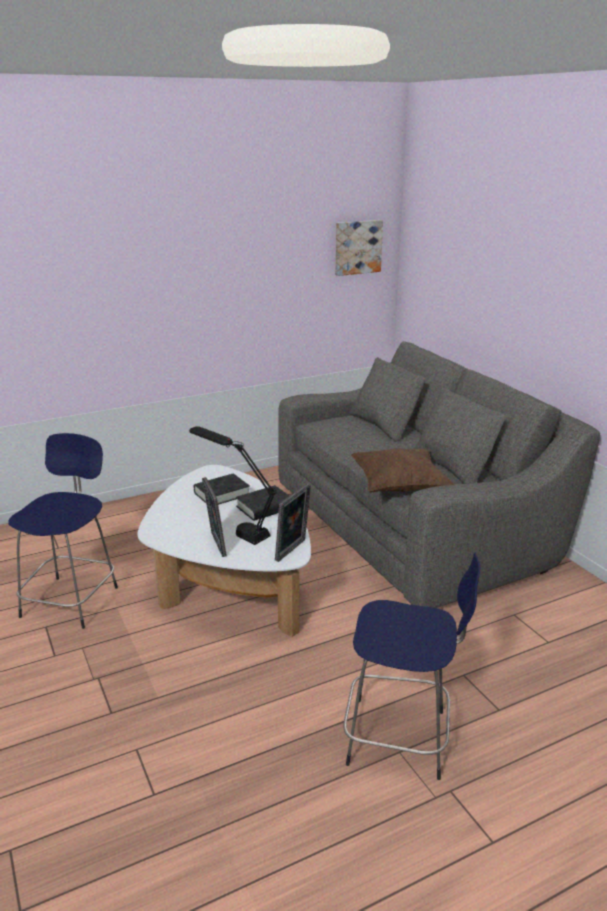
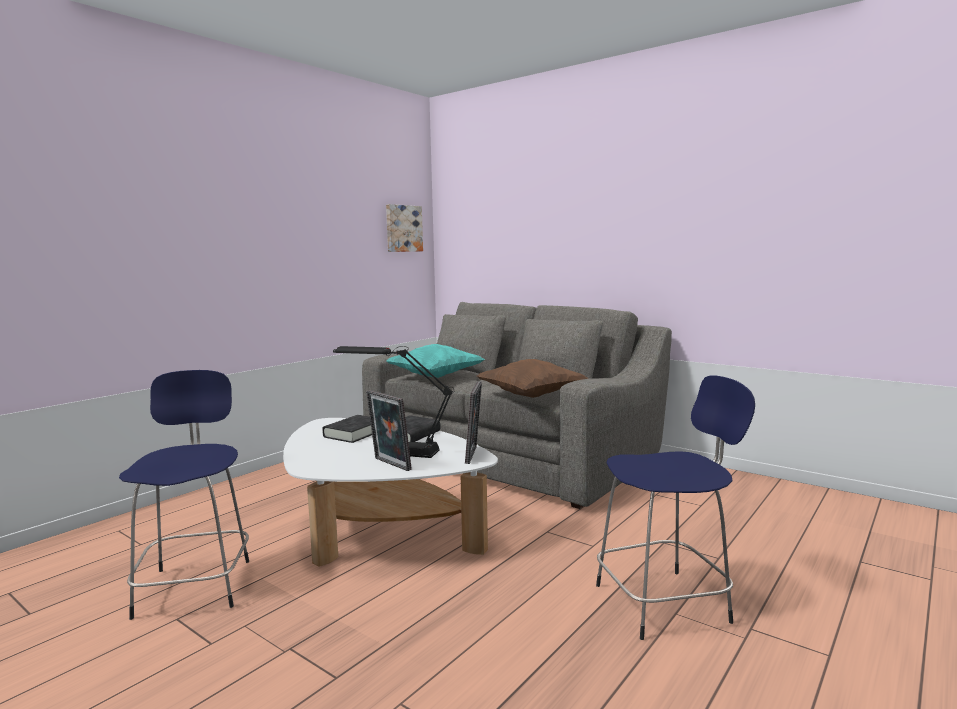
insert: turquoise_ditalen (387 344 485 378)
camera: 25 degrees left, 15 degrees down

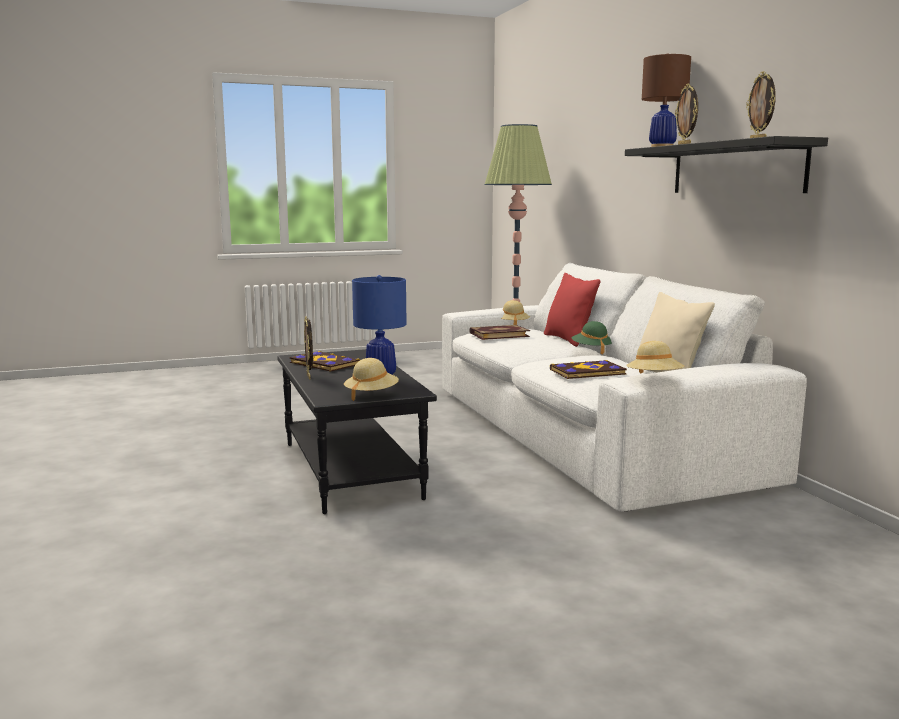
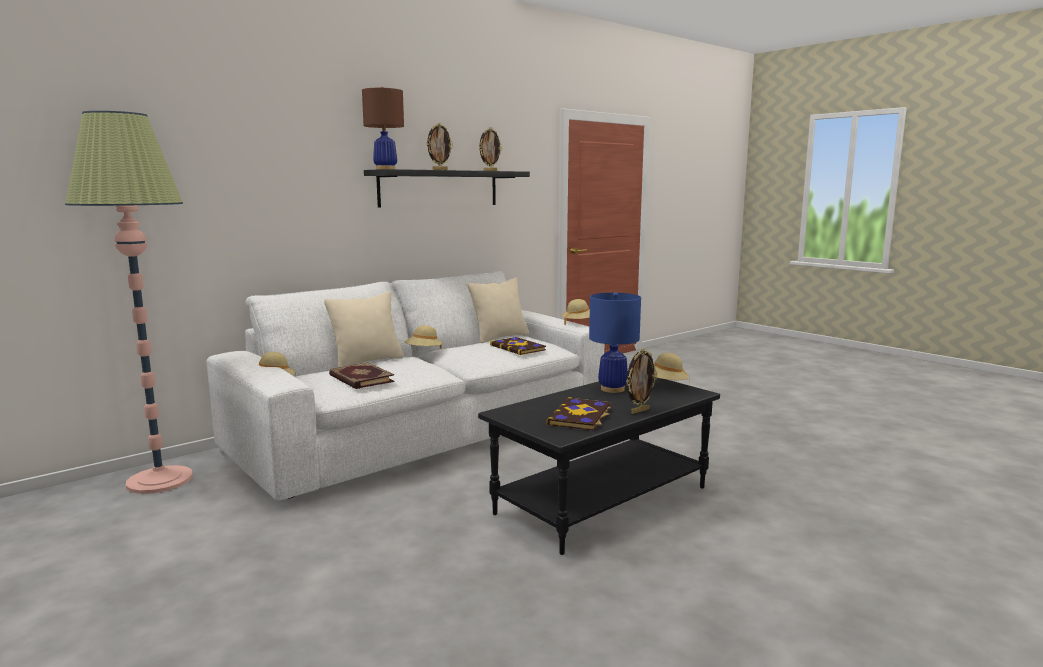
recolor: red_ditalen (544 273 601 347) to beige_ditalen (324 292 404 368); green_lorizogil (572 321 612 354) to beige_lorizogil (404 325 443 349)
camera: 110 degrees left, 0 degrees up

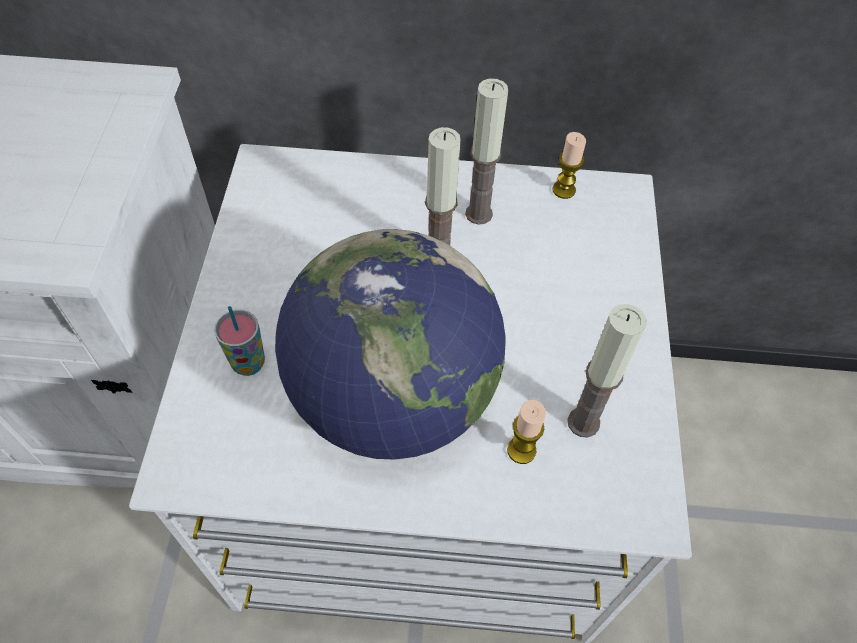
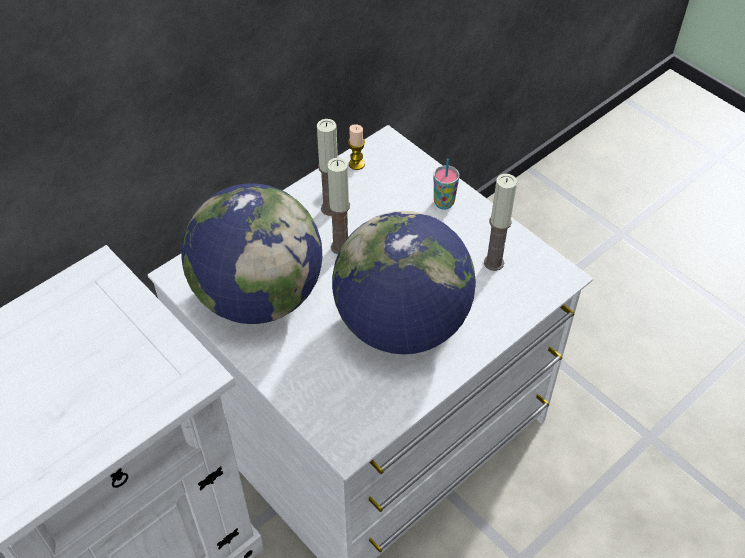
delete: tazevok (507 400 546 464)
insert: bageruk (181 184 322 324)
move: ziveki (214 306 265 376) to (434 159 459 210)
camera: 45 degrees left, 5 degrees down

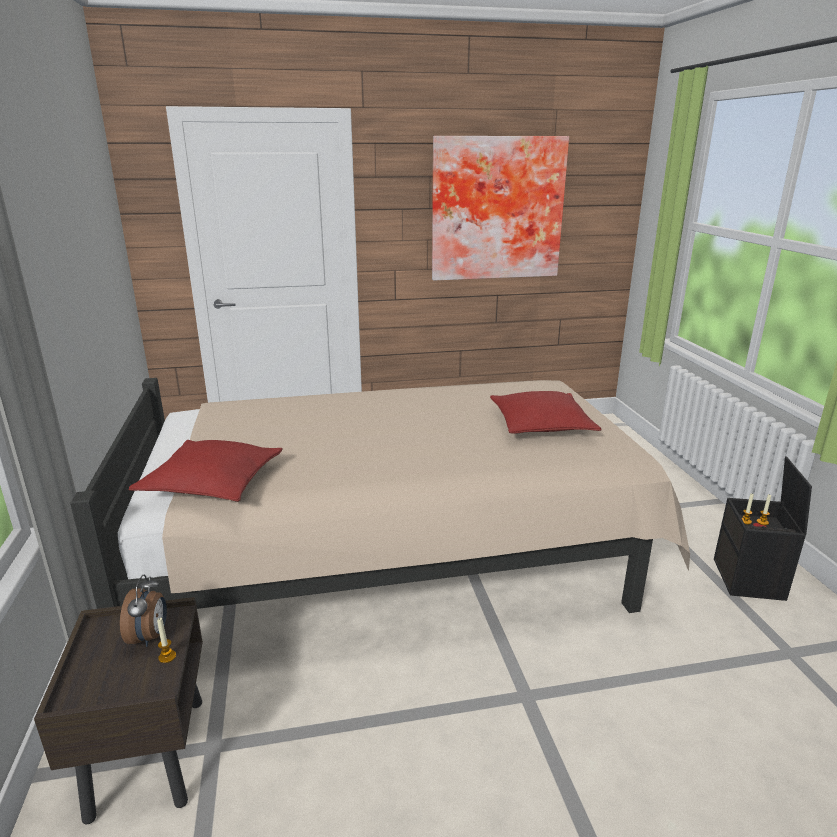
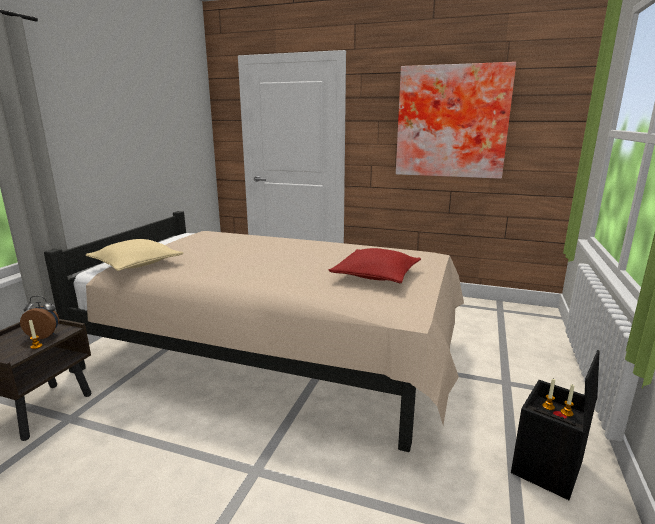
recolor: red_ditalen (129 440 283 502) to beige_ditalen (86 239 183 271)
rotate: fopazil (120 575 167 647) = (20 296 59 339) 120 degrees counterclockwise
camera: 30 degrees right, 5 degrees down

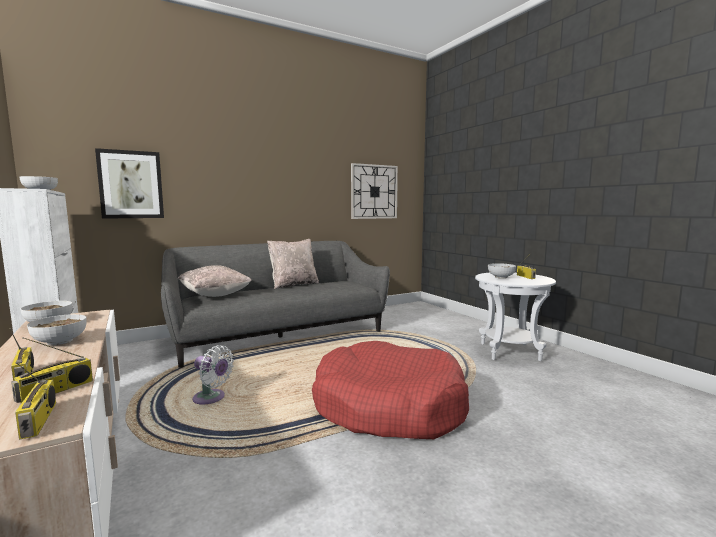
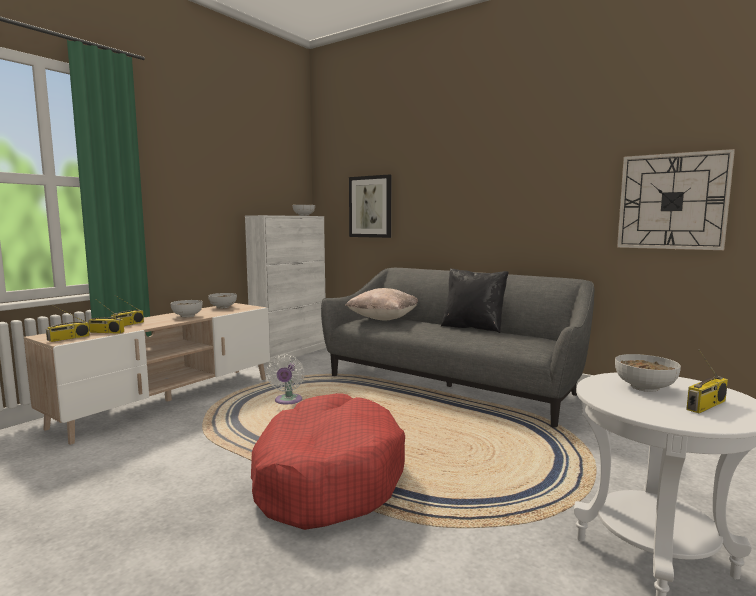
recolor: beige_ditalen (267 239 319 289) to black_ditalen (441 268 509 333)
camera: 65 degrees right, 0 degrees up

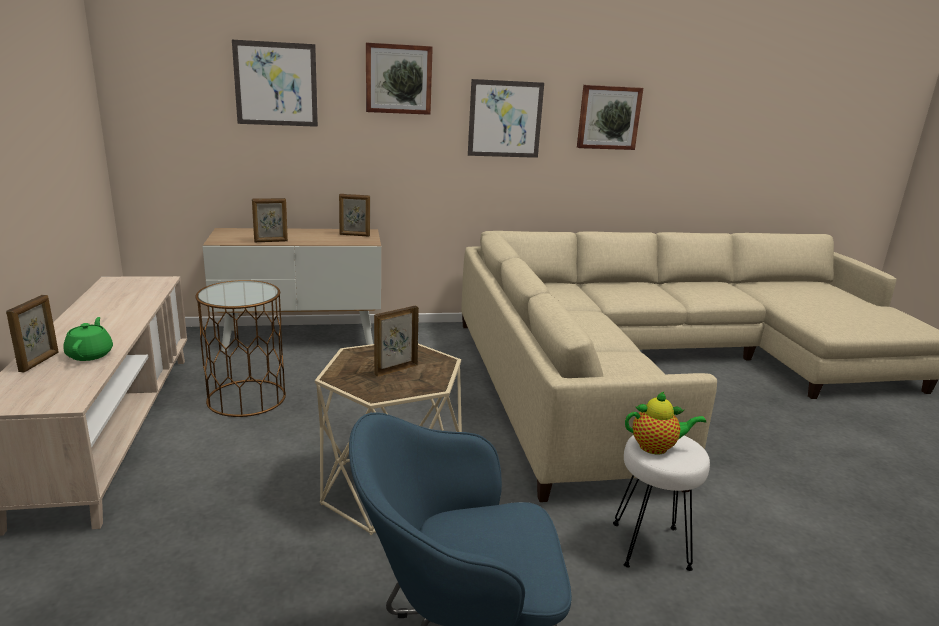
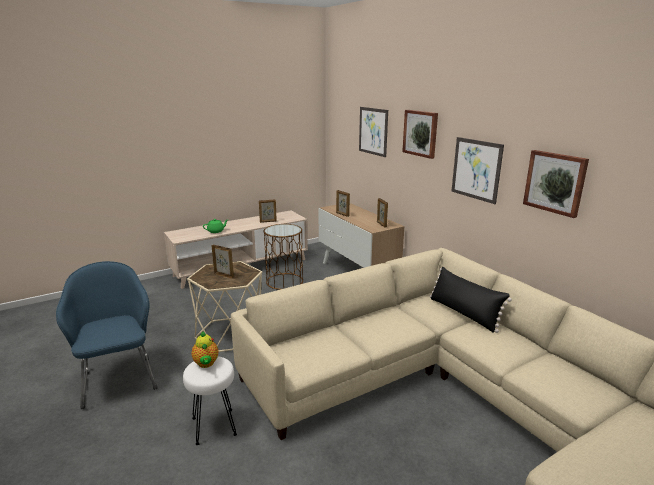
insert: black_ditalen (430 267 512 333)
move: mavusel (6 295 59 373) to (259 200 277 223)
camera: 70 degrees right, 0 degrees up

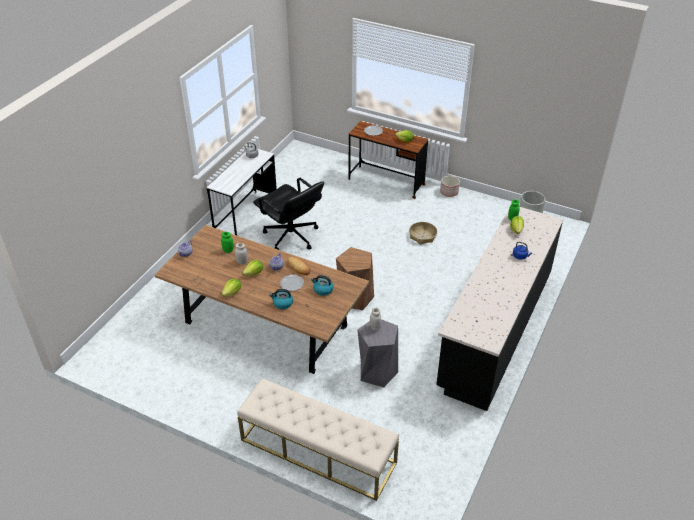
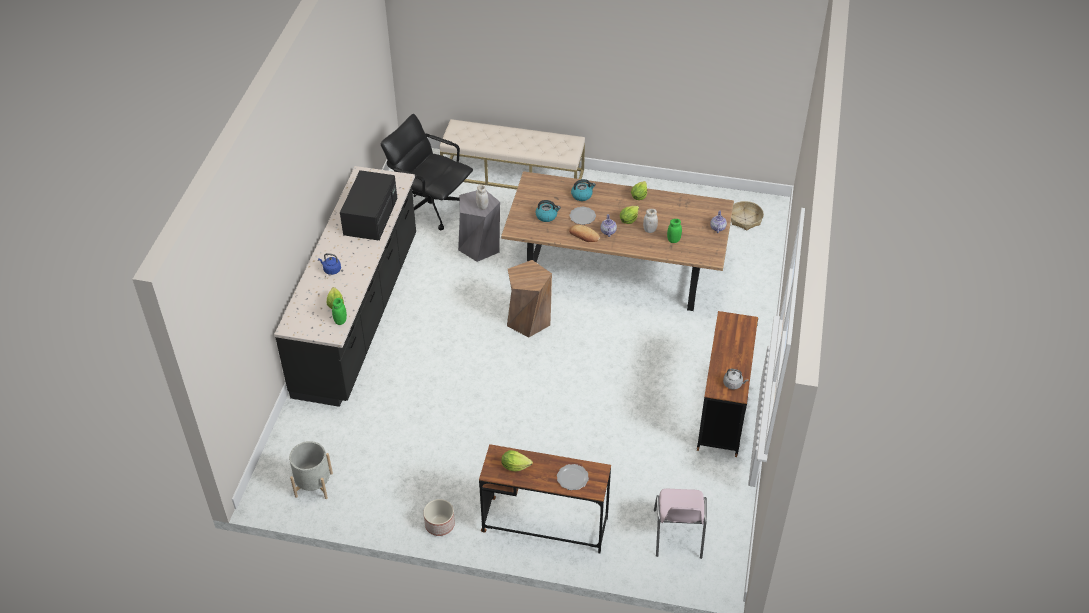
insert: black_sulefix (340 170 397 240); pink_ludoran (654 489 707 559)
move: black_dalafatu (253 178 324 250) to (380 114 473 231); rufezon (409 222 437 244) to (731 201 764 230)
recolor: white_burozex (207 149 277 235) to brown_burozex (697 311 758 457)
camera: 165 degrees right, 5 degrees up

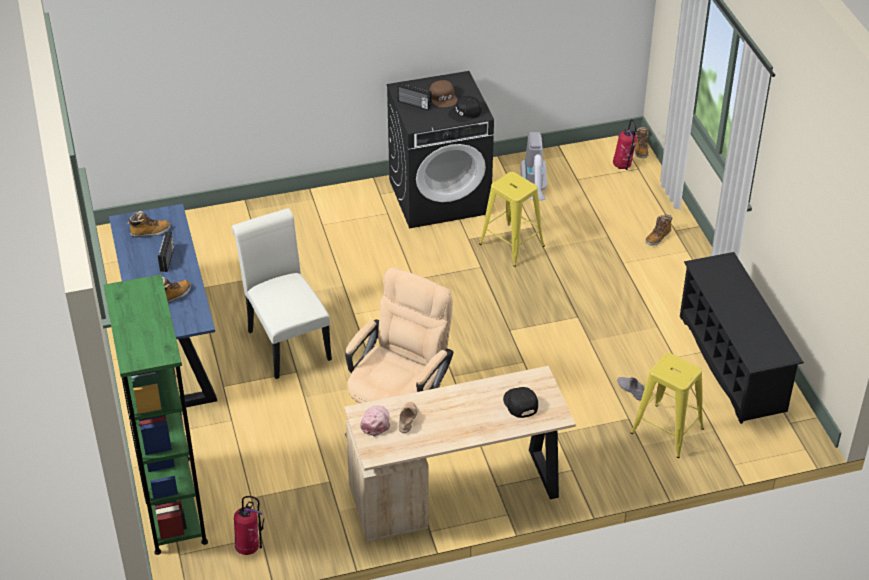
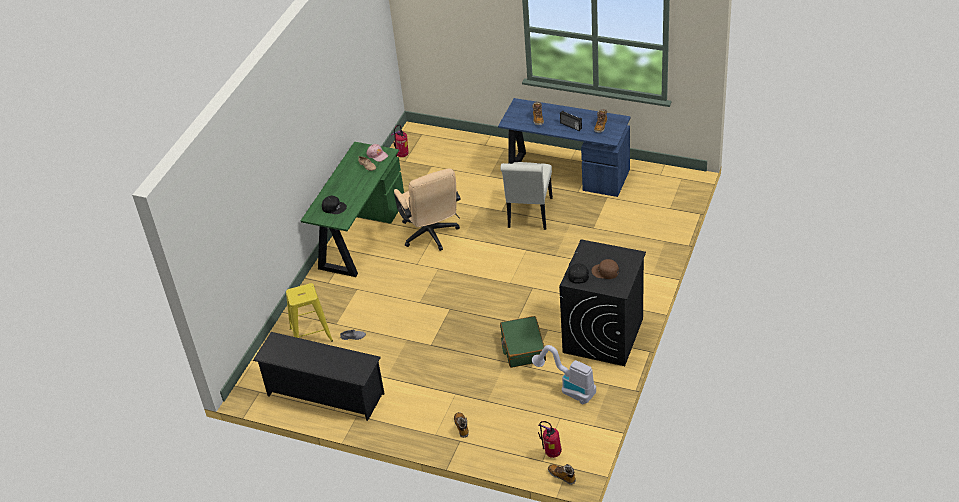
delete: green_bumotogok (104 274 208 555); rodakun (398 83 431 110)
replace: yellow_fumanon (479 172 545 267) to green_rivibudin (500 316 546 368)
recolor: beige_burozex (344 366 576 542) to green_burozex (300 142 404 277)
rotate: white_ludoran (232 208 332 379) = (500 162 553 230) 90 degrees clockwise
camera: 130 degrees right, 0 degrees up

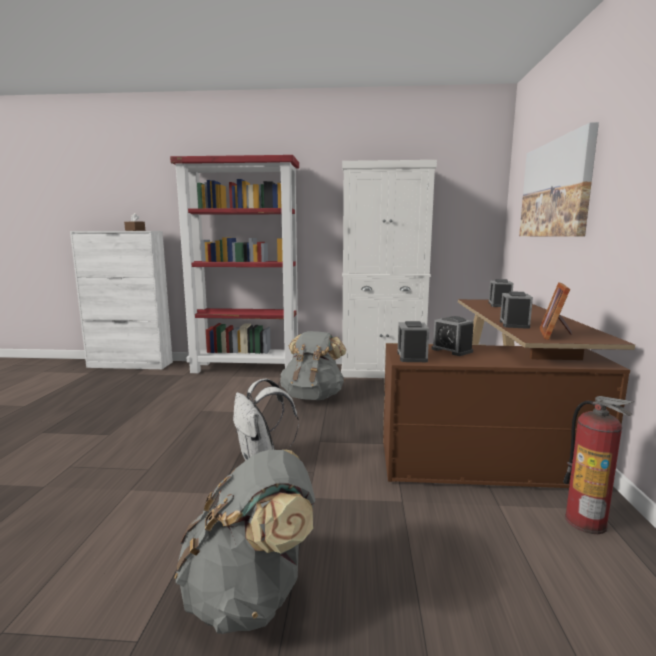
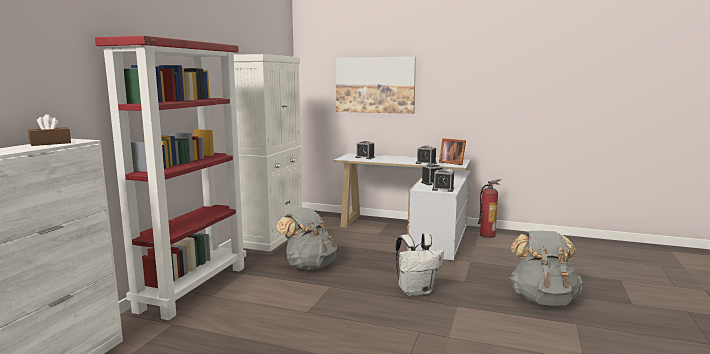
recolor: brown_burozex (383 299 635 488) to white_burozex (334 153 471 260)
camera: 75 degrees left, 0 degrees up

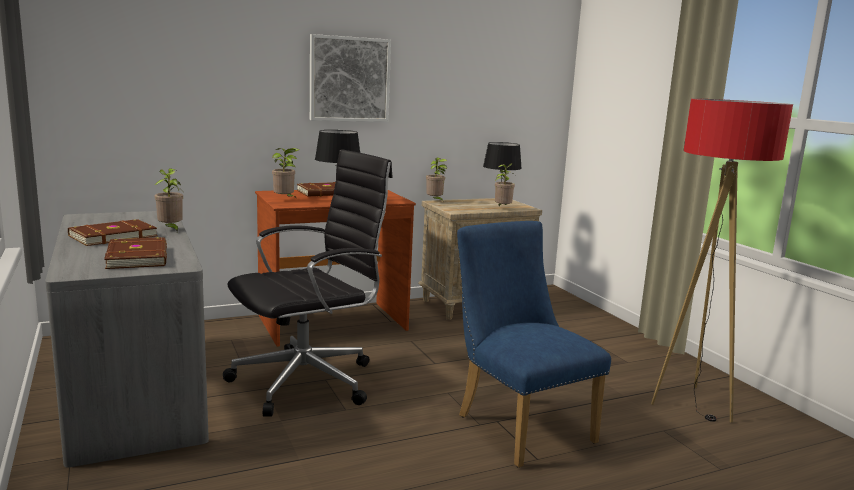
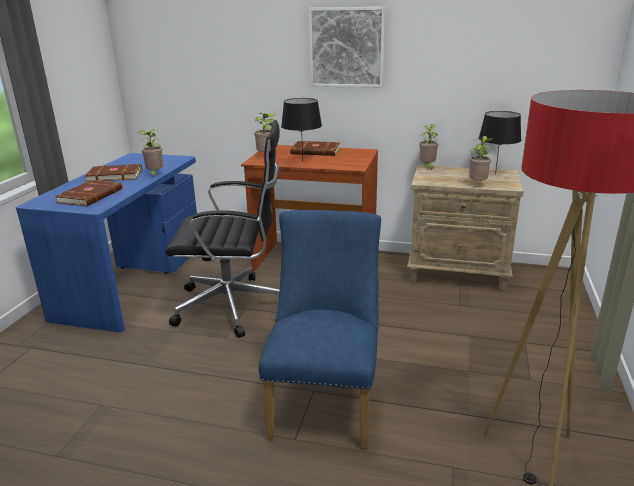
recolor: grey_burozex (45 211 209 467) to blue_burozex (16 153 197 332)
camera: 40 degrees right, 10 degrees up

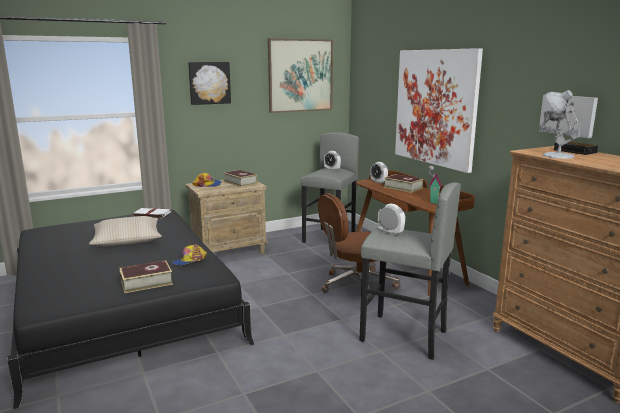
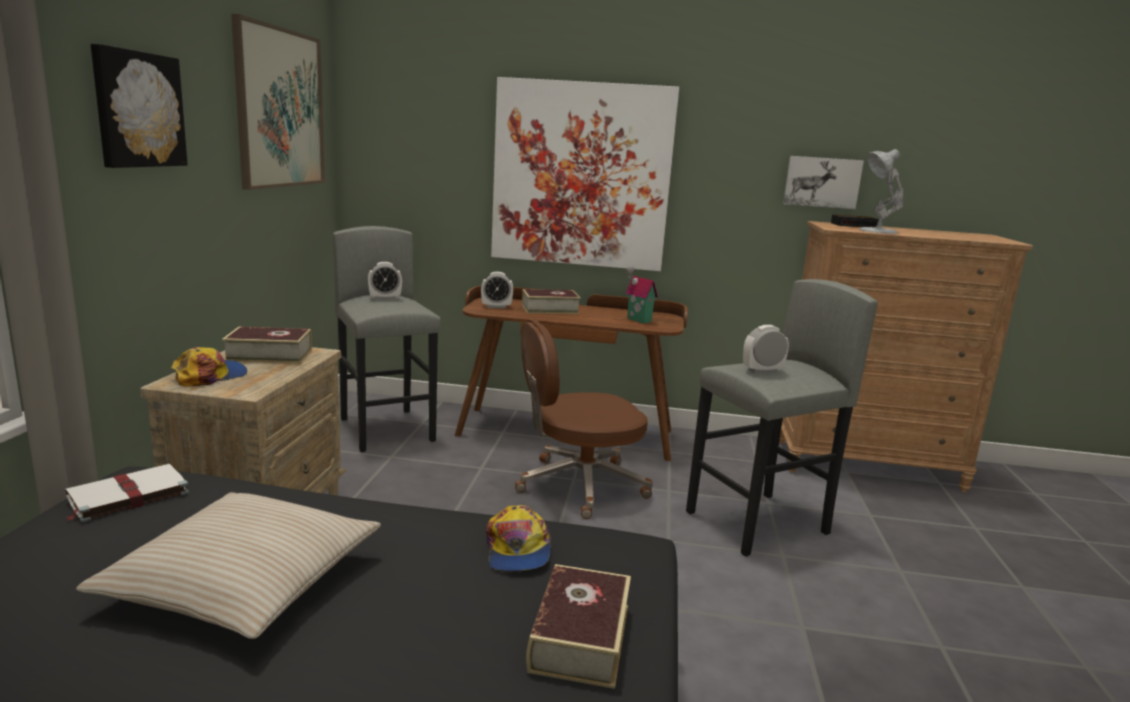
rotate: brown_dalafatu (318 193 400 299) = (515 320 653 519) 60 degrees clockwise
camera: 55 degrees left, 0 degrees up

